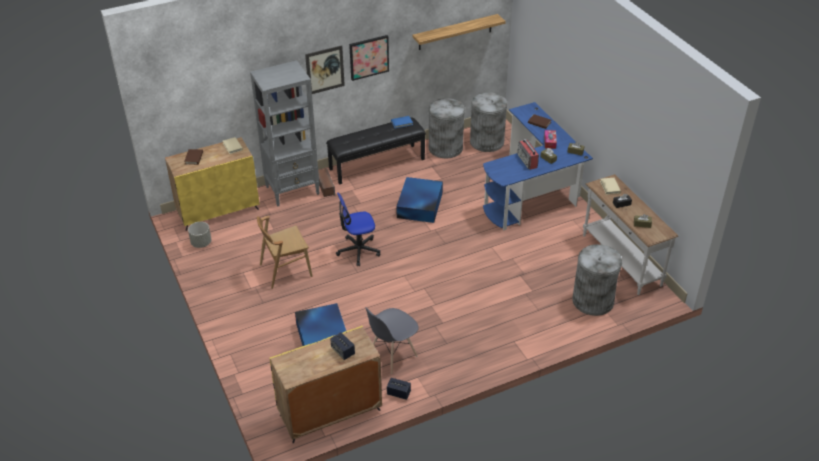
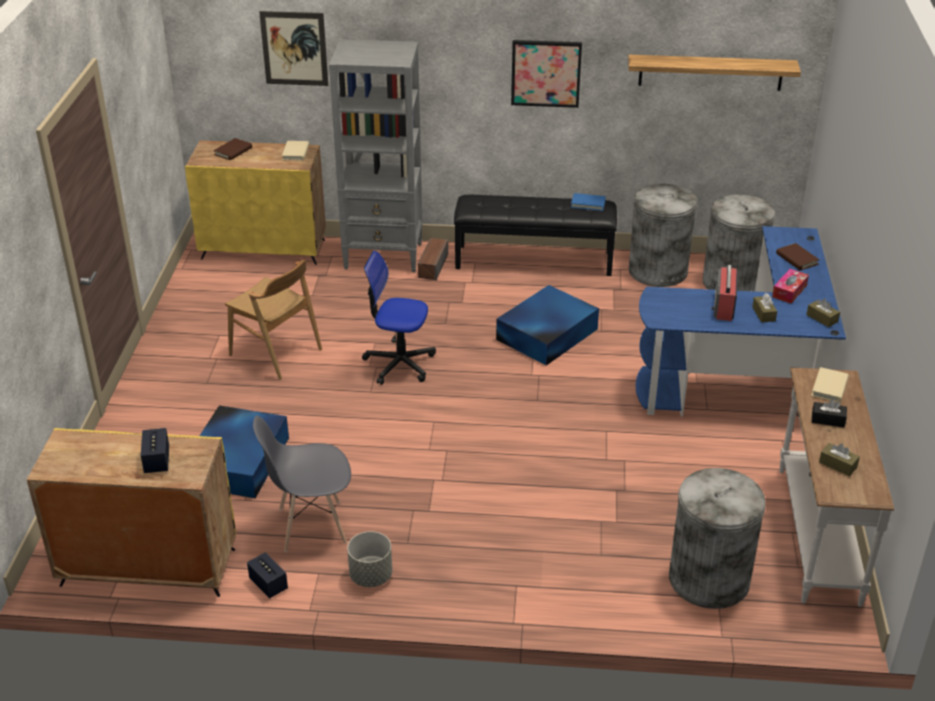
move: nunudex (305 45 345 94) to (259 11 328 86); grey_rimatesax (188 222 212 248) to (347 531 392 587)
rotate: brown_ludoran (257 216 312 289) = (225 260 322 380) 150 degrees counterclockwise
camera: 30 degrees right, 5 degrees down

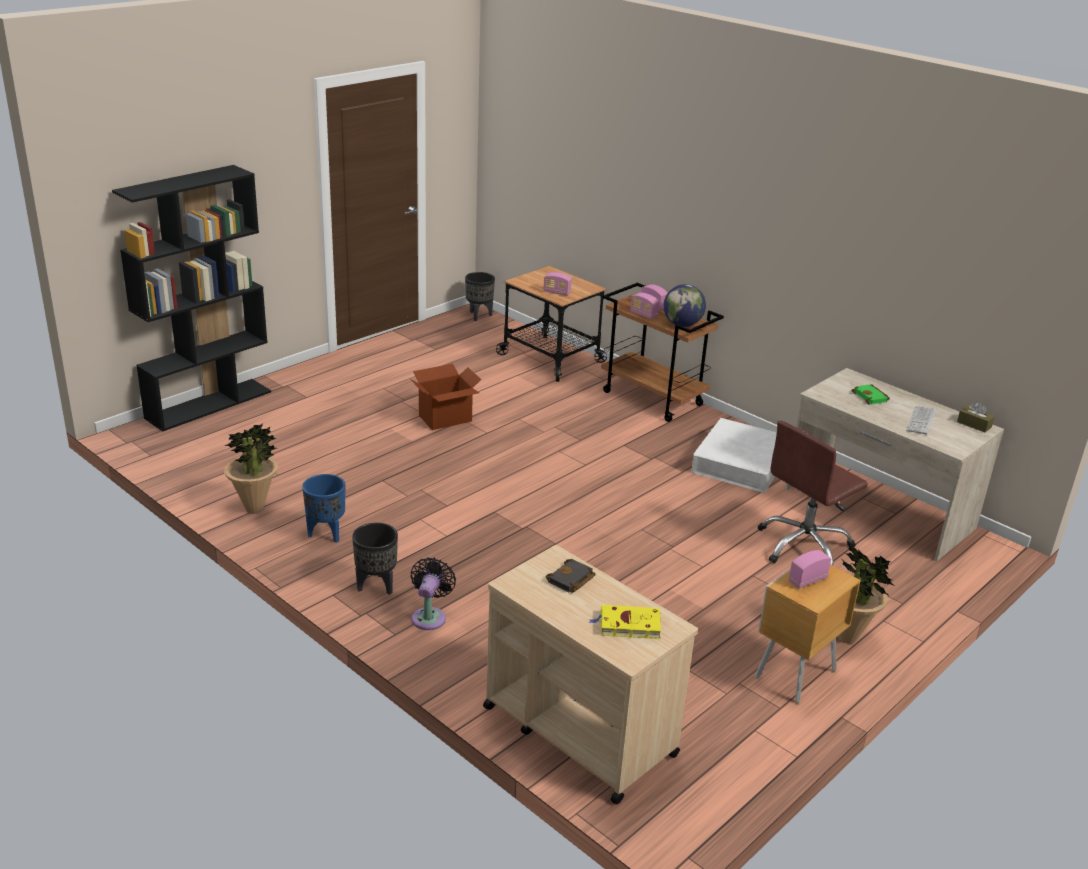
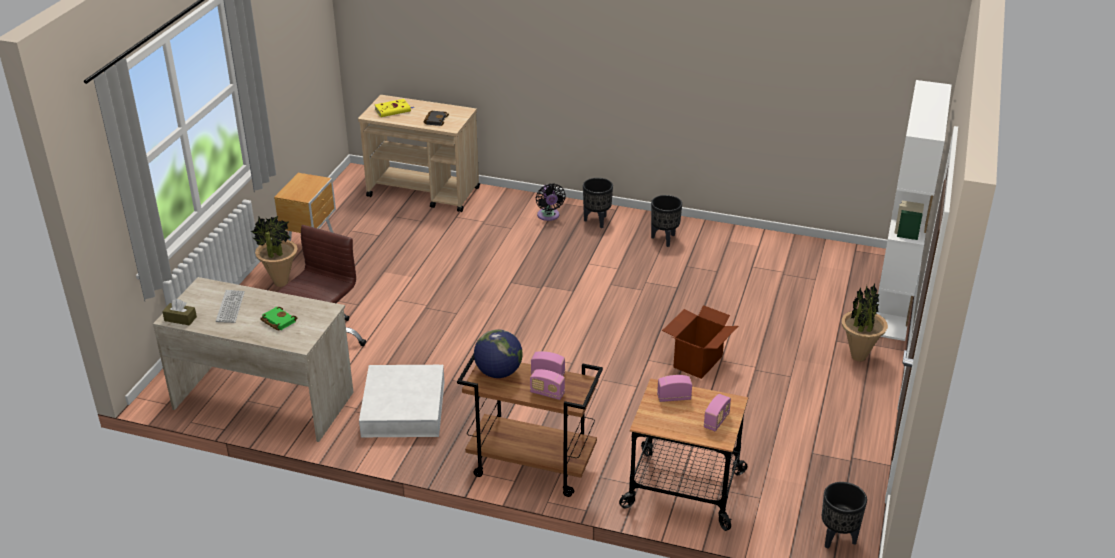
move: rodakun (789 550 831 589) to (704 394 731 431); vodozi (224 423 278 514) to (842 284 888 361)
recolor: blue_rimatesax (302 474 345 543) to black_rimatesax (651 195 682 247); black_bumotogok (112 165 271 432) to white_bumotogok (877 80 952 341)
camera: 155 degrees right, 5 degrees up

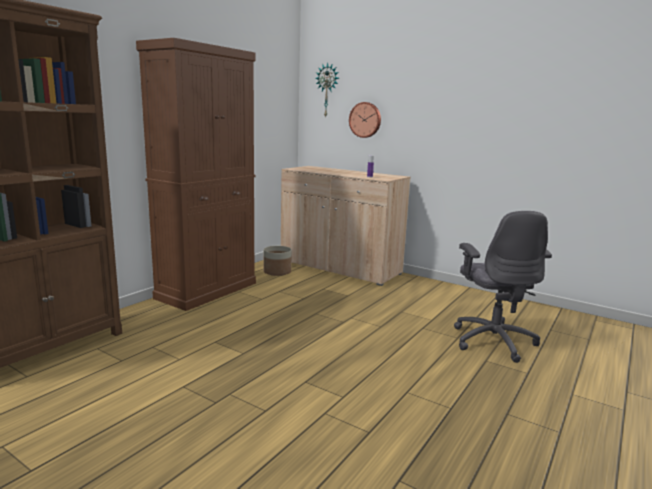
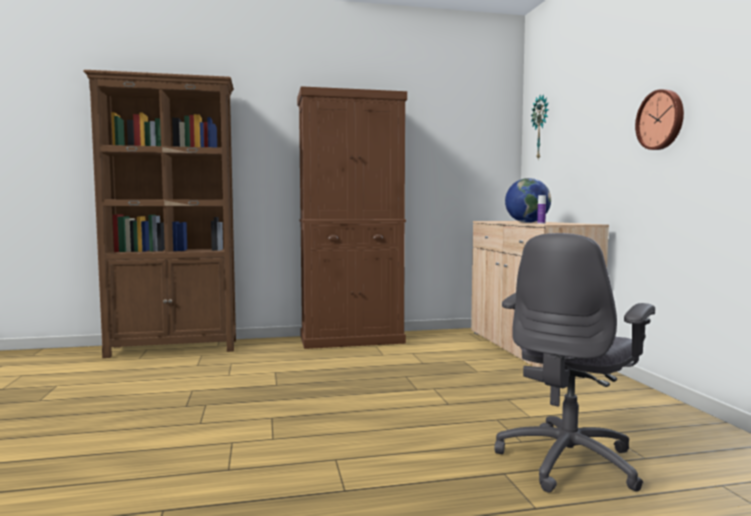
delete: rimatesax (264 246 292 276)
insert: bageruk (505 178 551 223)
move: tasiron (349 102 381 138) to (635 89 684 150)
camera: 45 degrees right, 10 degrees down

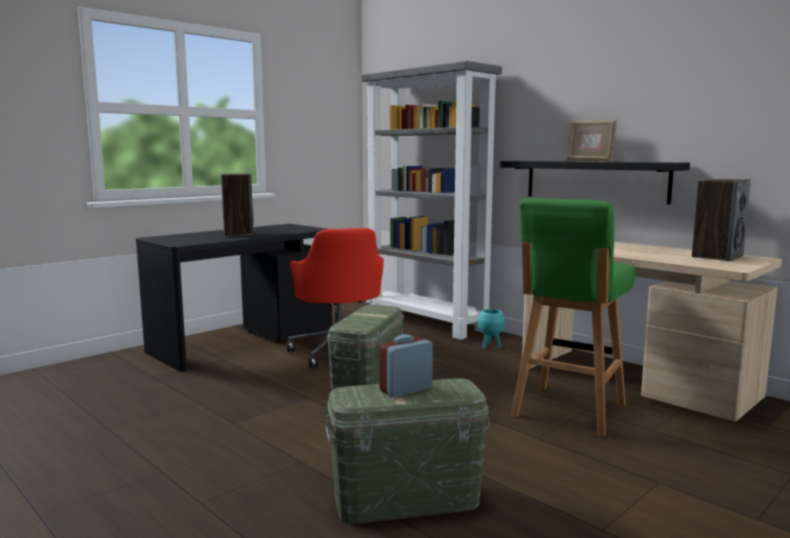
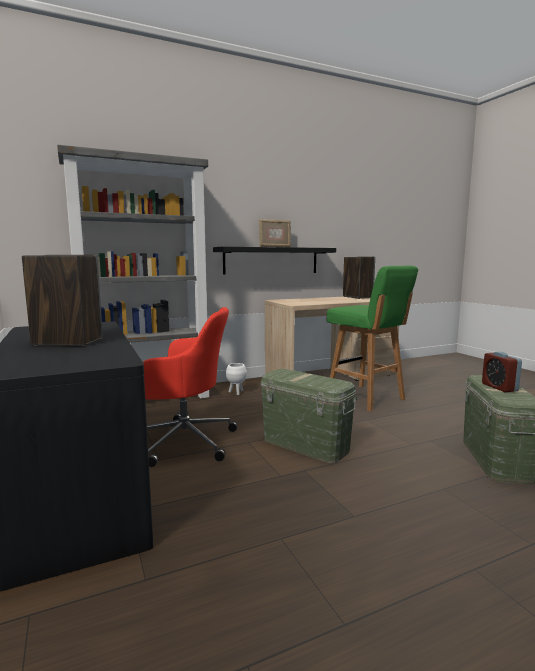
recolor: turquoise_rimatesax (478 309 505 349) to white_rimatesax (226 363 247 395)
camera: 70 degrees left, 0 degrees up

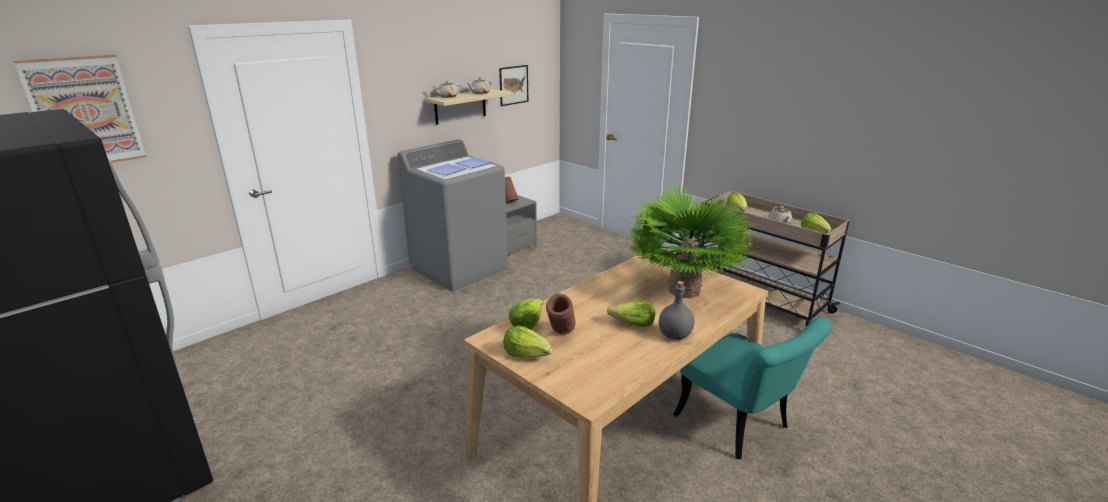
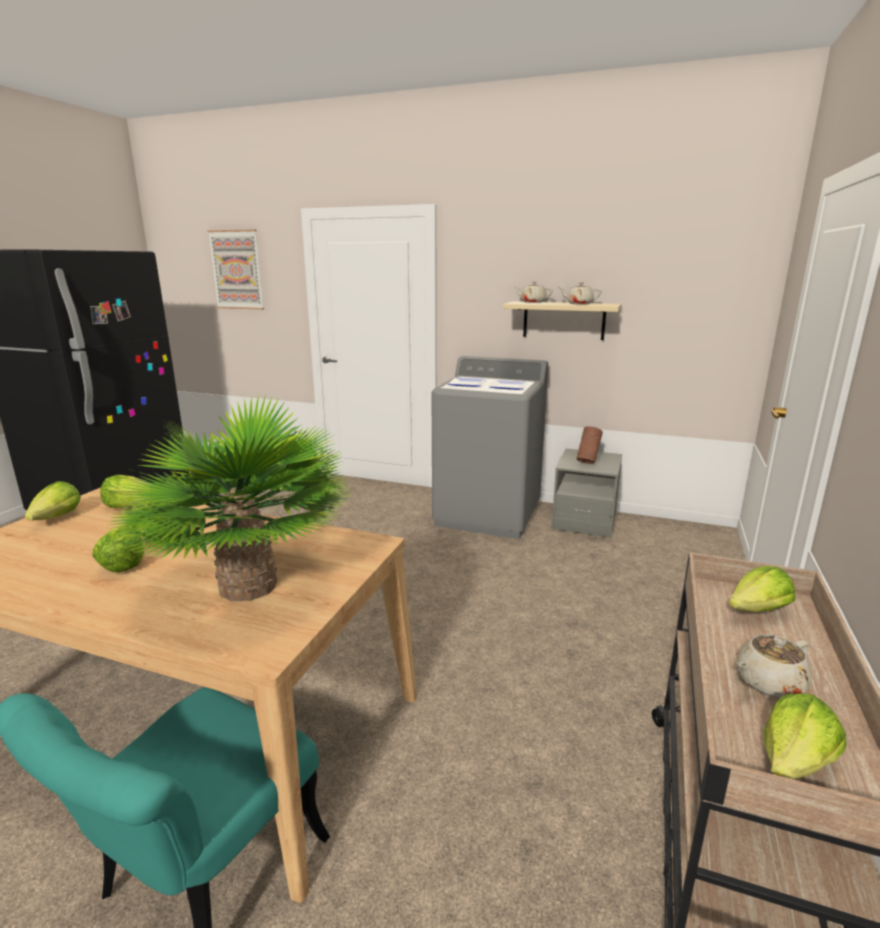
delete: nunudex (499 65 528 106); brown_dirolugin (546 294 576 334); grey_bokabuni (659 281 694 340)
camera: 65 degrees right, 5 degrees down

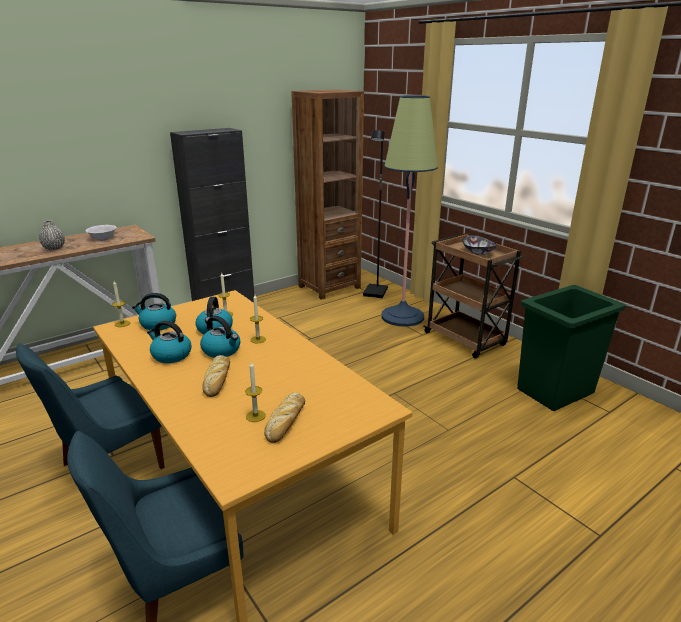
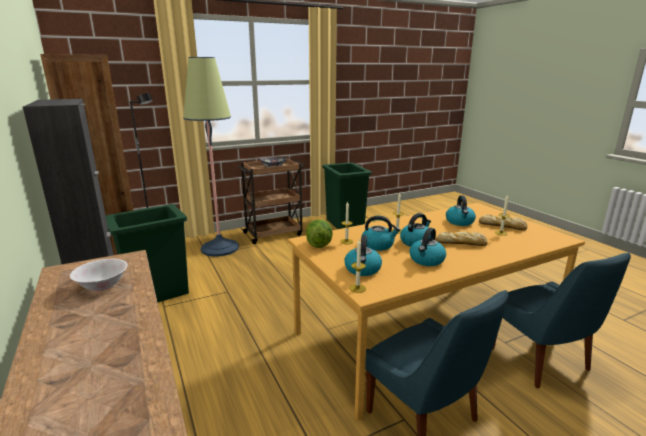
delete: grey_dirolugin (39 220 65 250)
insert: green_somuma (106 204 189 302); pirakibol (306 219 333 248); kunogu (446 195 476 226)
camera: 80 degrees left, 5 degrees down

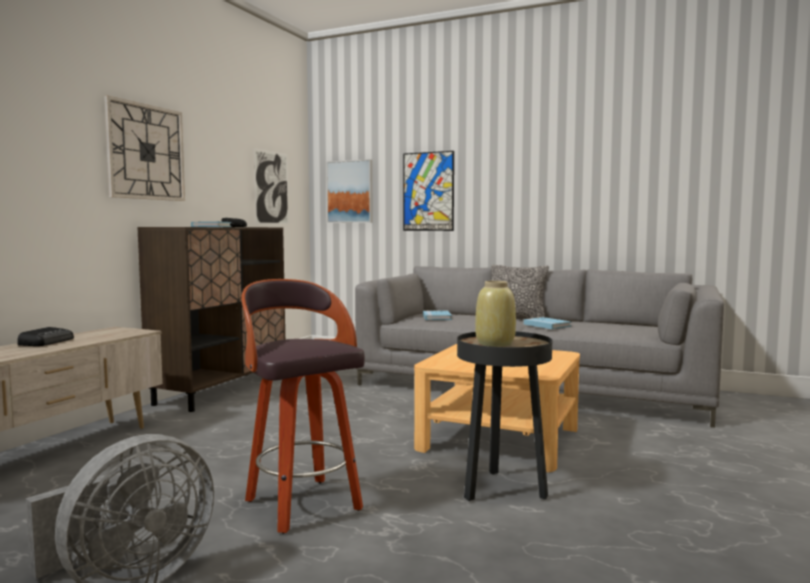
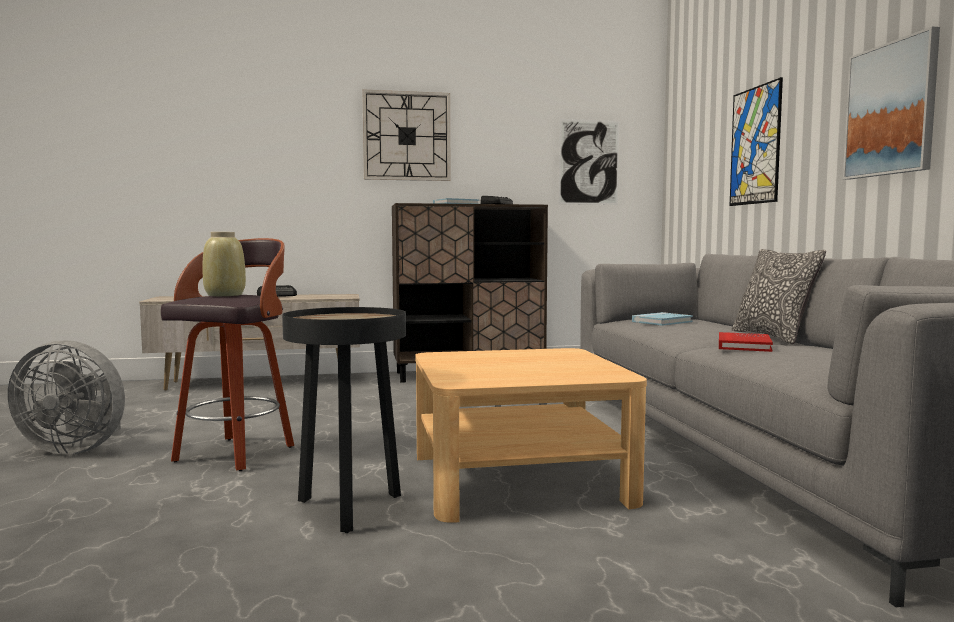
move: beige_dirolugin (475 281 516 347) to (203 232 246 296); nunudex (326 159 372 223) to (843 26 940 180)
recolor: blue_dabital (523 317 571 329) to red_dabital (719 332 773 352)
camera: 55 degrees right, 0 degrees up

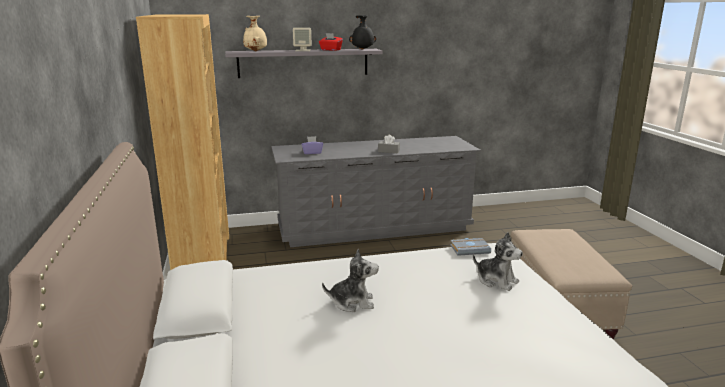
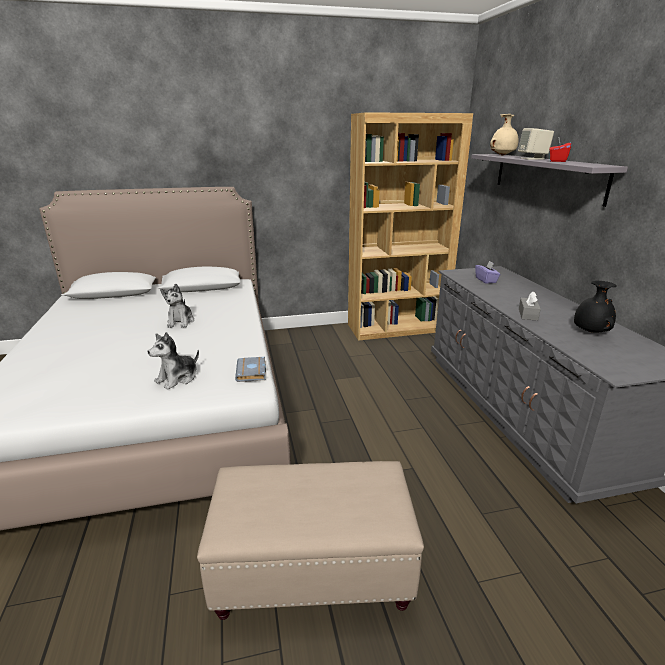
move: black_dirolugin (349 15 376 50) to (574 280 617 333)
camera: 90 degrees right, 5 degrees up

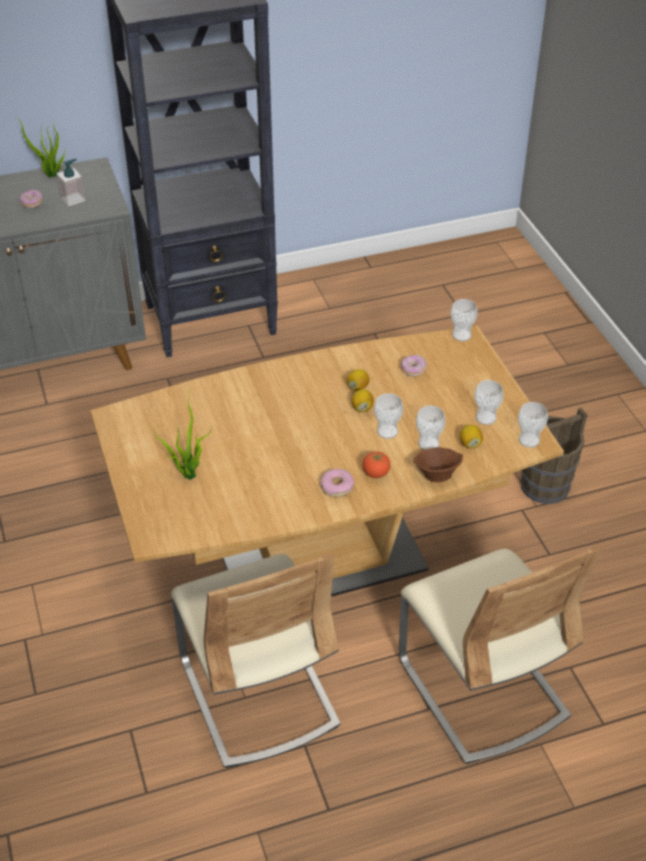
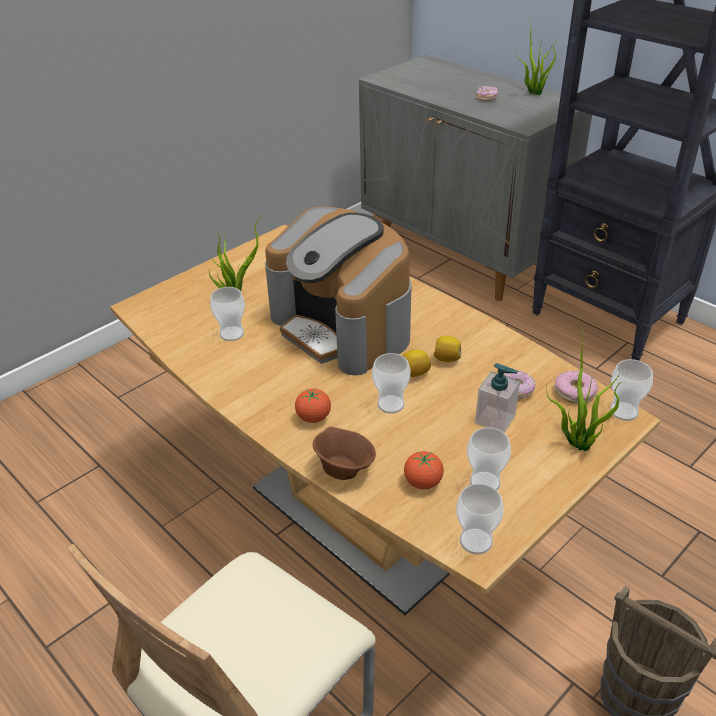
delete: beige_ludoran (171 553 341 768)
insert: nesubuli (265 206 412 376); vodozi (546 331 622 451)
move: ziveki (416 405 446 450) to (210 287 245 341); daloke (56 159 86 206) to (475 363 520 433); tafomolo (320 469 354 497) to (554 371 598 404)
replace: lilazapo (460 425 483 448) to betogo (404 451 444 489)
camera: 65 degrees right, 5 degrees down

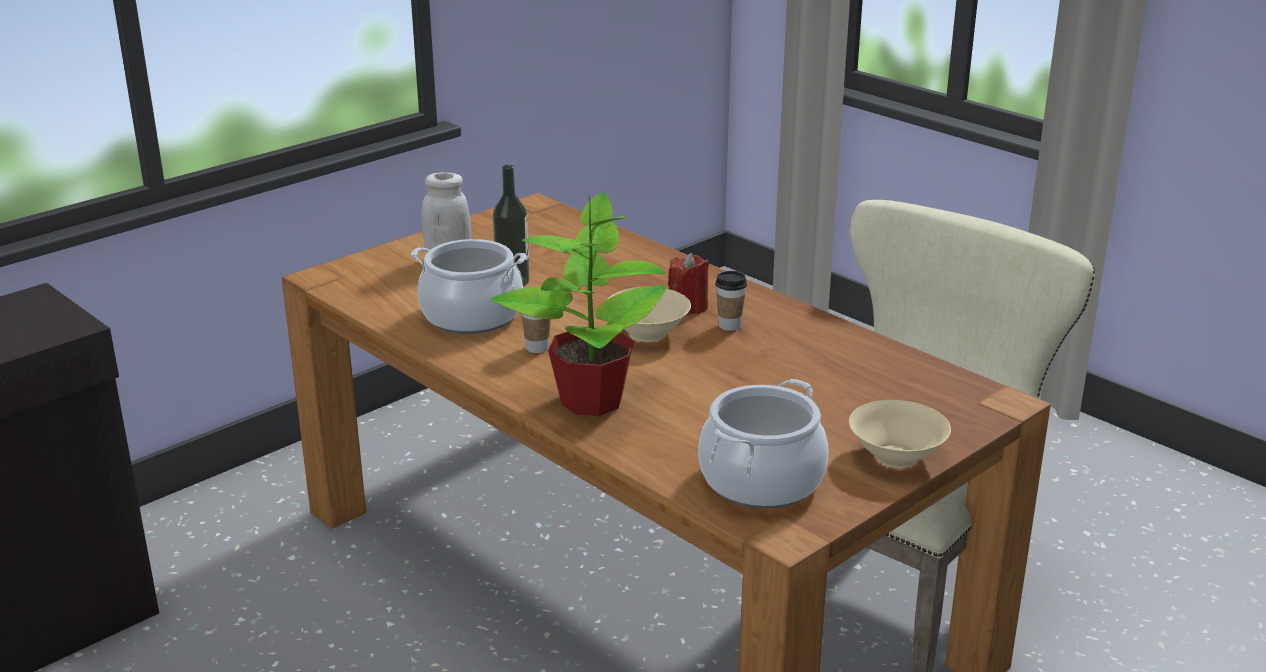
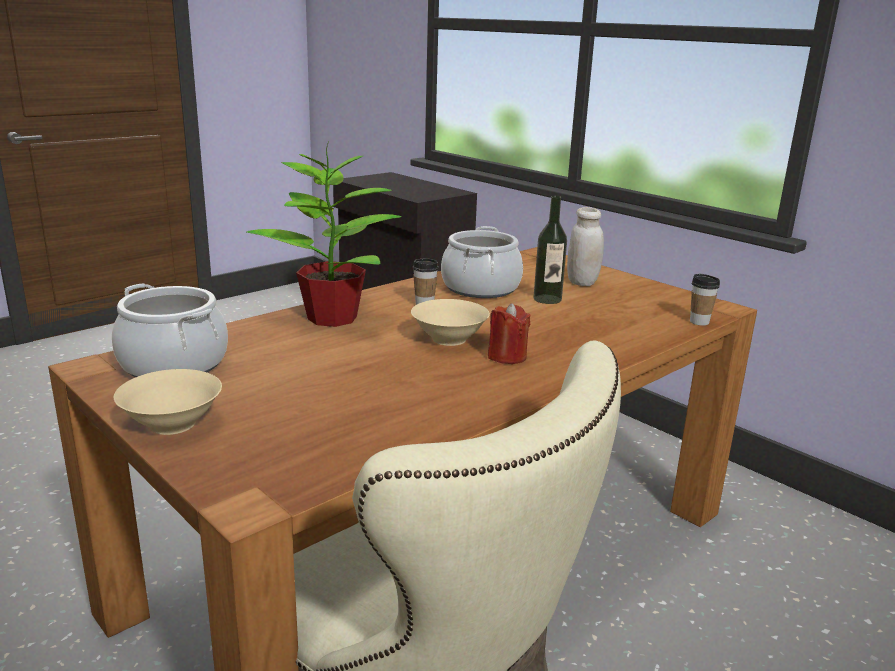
move: ziveki (715 271 747 331) to (690 274 720 326)
camera: 90 degrees right, 5 degrees down

